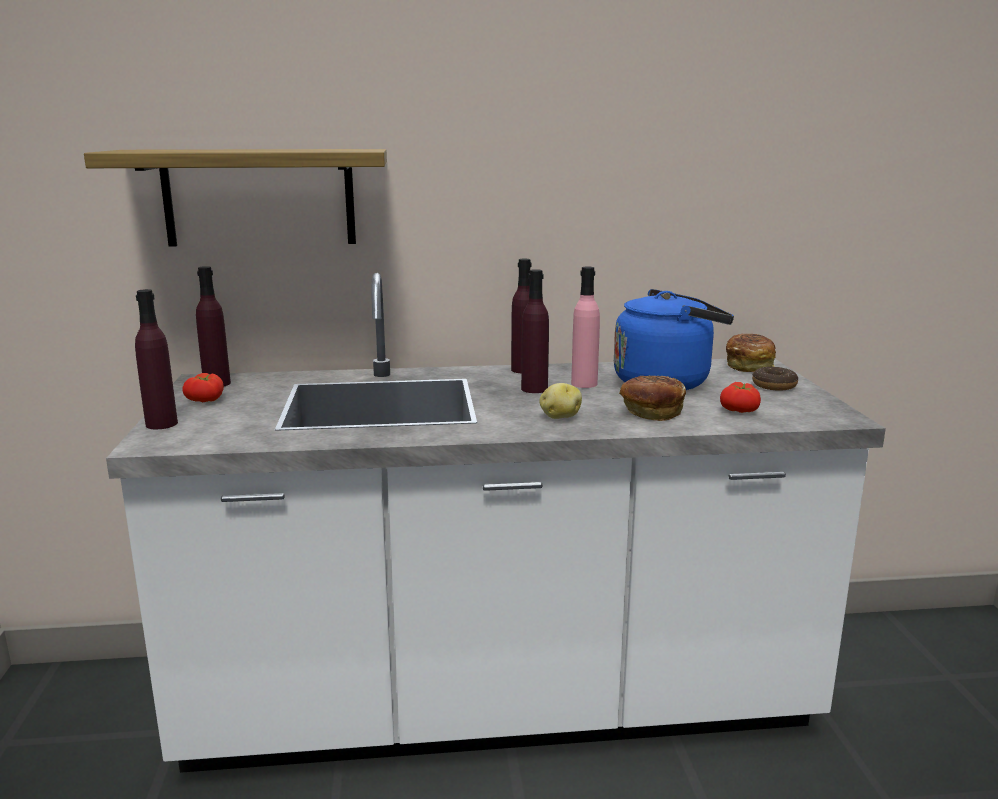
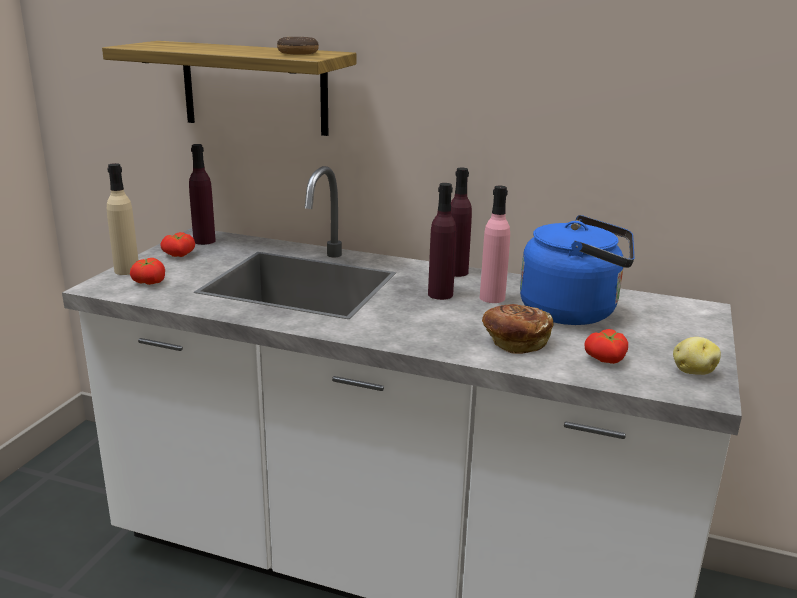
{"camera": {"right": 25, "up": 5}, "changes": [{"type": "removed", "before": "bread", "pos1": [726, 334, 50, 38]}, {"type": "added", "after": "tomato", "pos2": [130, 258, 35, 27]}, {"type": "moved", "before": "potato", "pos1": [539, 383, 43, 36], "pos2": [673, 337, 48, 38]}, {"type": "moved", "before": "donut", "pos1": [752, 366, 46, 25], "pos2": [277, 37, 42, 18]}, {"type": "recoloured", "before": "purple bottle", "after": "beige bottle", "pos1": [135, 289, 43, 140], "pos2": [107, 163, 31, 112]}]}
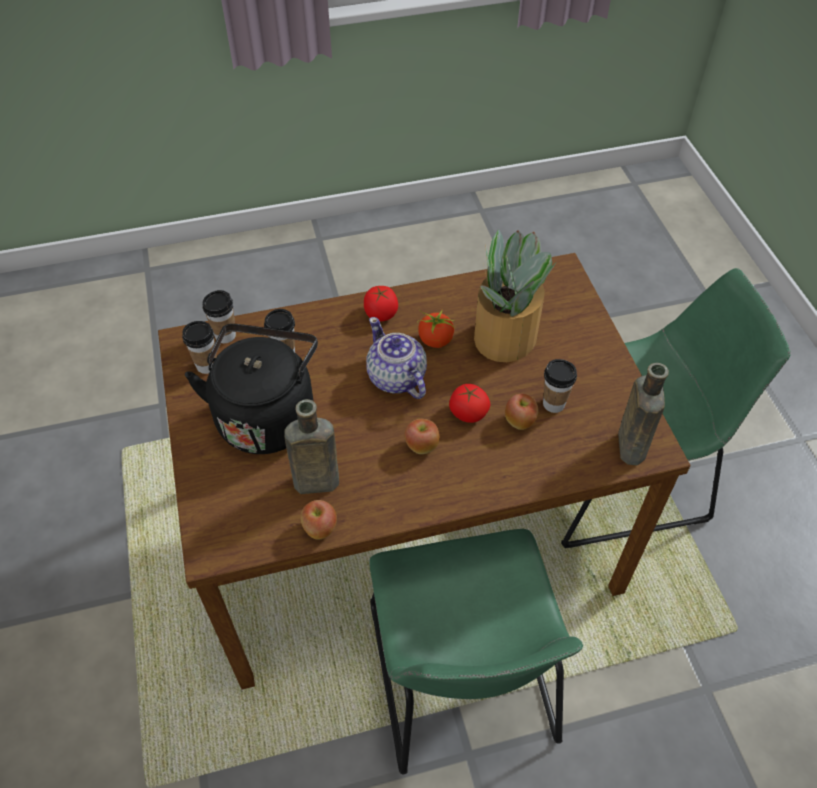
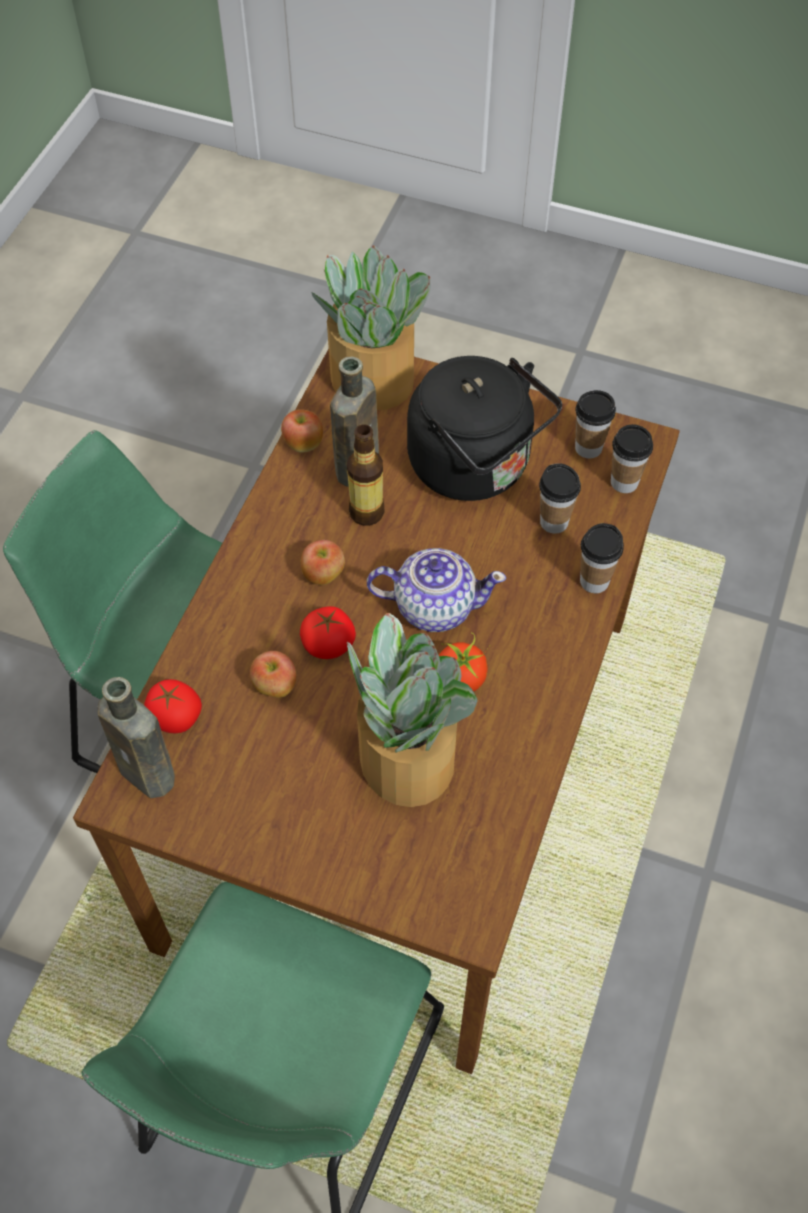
{"camera": {"right": 125, "up": 5}, "changes": [{"type": "added", "after": "potted plant", "pos2": [311, 245, 120, 165]}, {"type": "added", "after": "bottle", "pos2": [347, 424, 38, 102]}, {"type": "moved", "before": "tomato", "pos1": [364, 286, 34, 36], "pos2": [144, 679, 58, 54]}, {"type": "moved", "before": "cup", "pos1": [543, 359, 34, 54], "pos2": [580, 523, 44, 70]}]}
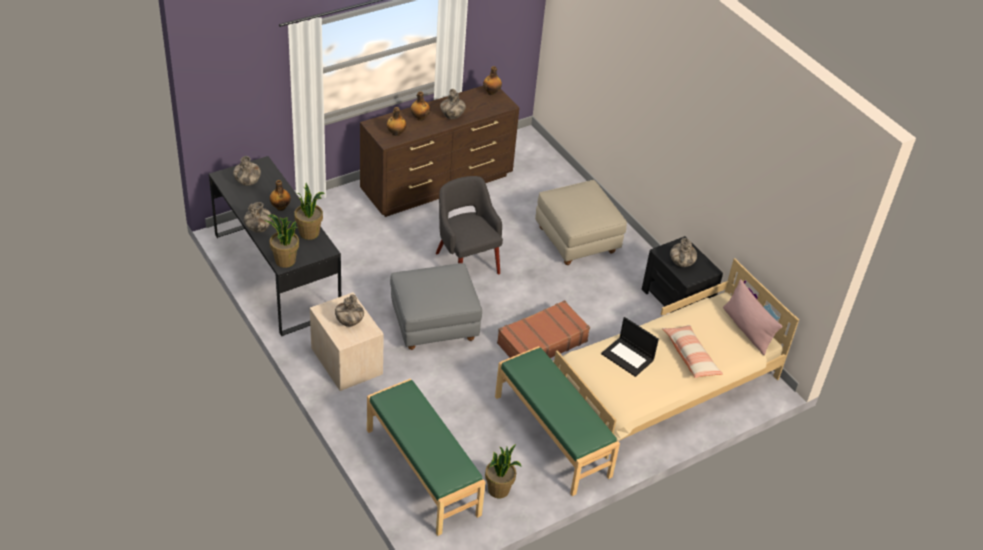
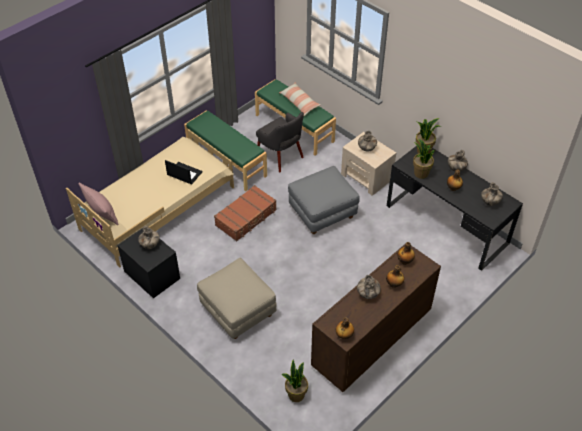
{"camera": {"right": 170, "up": 5}, "changes": [{"type": "moved", "before": "grey armchair", "pos1": [436, 176, 67, 98], "pos2": [256, 112, 48, 60]}, {"type": "moved", "before": "potted plant", "pos1": [485, 444, 36, 55], "pos2": [281, 359, 27, 43]}, {"type": "moved", "before": "pillow", "pos1": [662, 325, 61, 53], "pos2": [279, 82, 42, 34]}]}
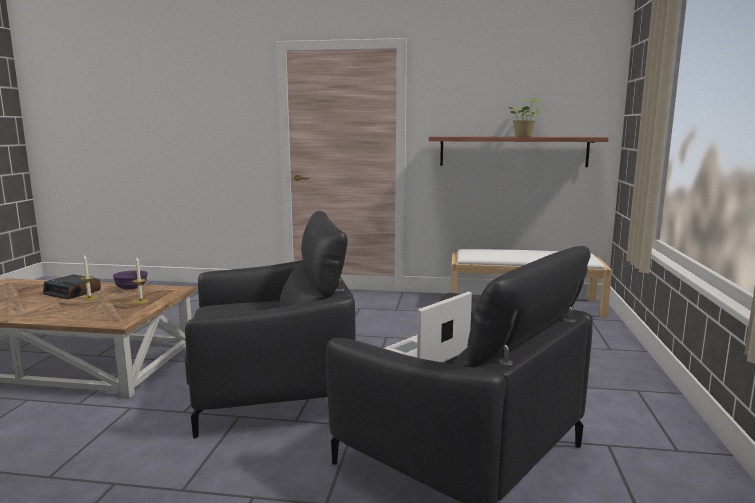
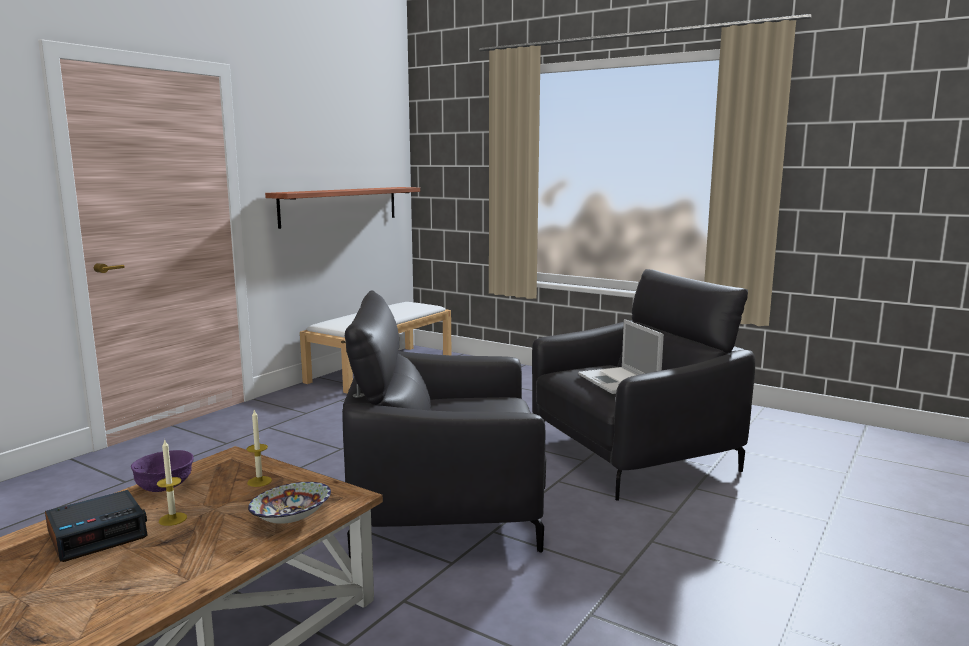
{"camera": {"right": -65, "up": 0}, "changes": [{"type": "removed", "before": "potted plant", "pos1": [509, 98, 32, 39]}, {"type": "added", "after": "bowl", "pos2": [248, 482, 83, 42]}, {"type": "turned", "before": "black armchair", "pos1": [185, 211, 170, 228], "pos2": [342, 291, 204, 268], "turn": -105}]}
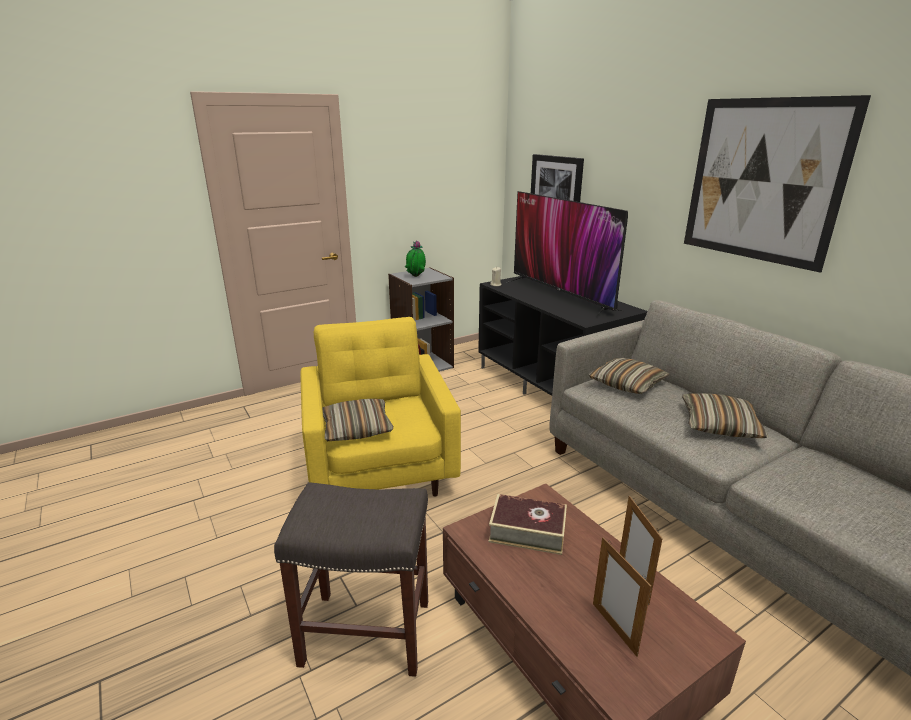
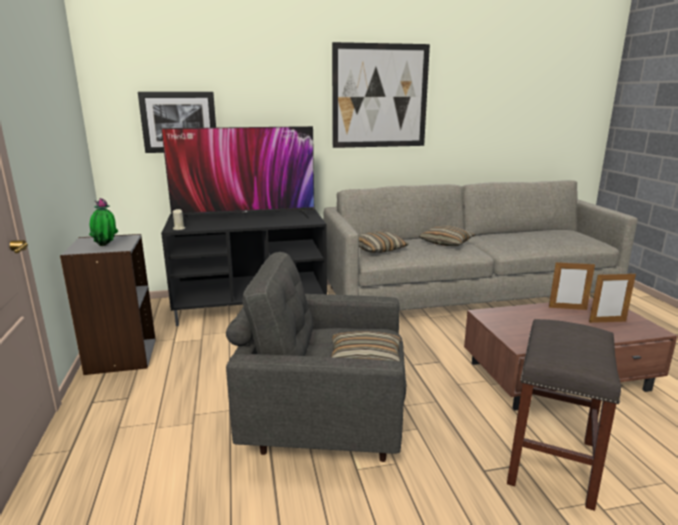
{"camera": {"right": -70, "up": -5}, "changes": [{"type": "removed", "before": "book", "pos1": [489, 494, 78, 61]}, {"type": "recoloured", "before": "yellow armchair", "after": "grey armchair", "pos1": [300, 317, 161, 180], "pos2": [226, 252, 180, 210]}]}
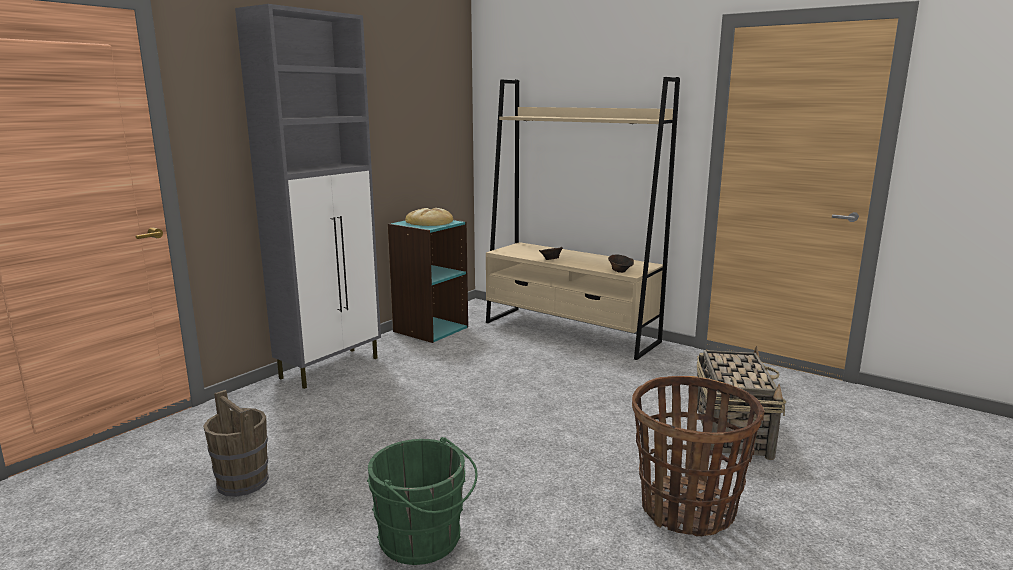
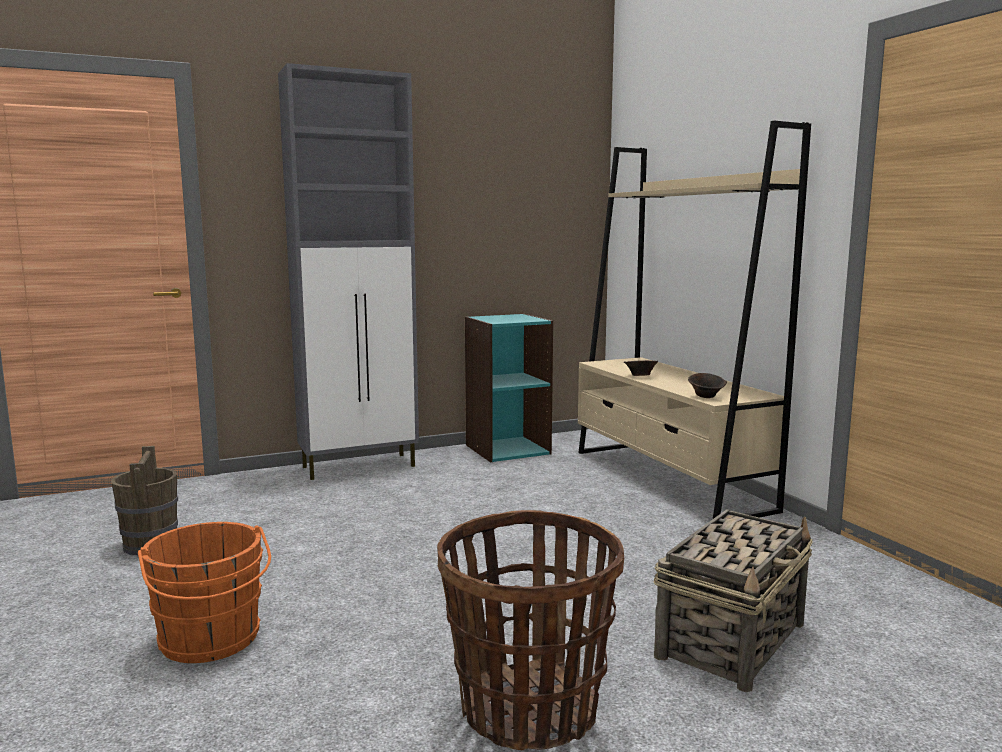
{"camera": {"right": 30, "up": -5}, "changes": [{"type": "removed", "before": "bread", "pos1": [405, 208, 48, 18]}, {"type": "recoloured", "before": "green bucket", "after": "orange bucket", "pos1": [367, 437, 111, 128], "pos2": [138, 522, 133, 141]}]}
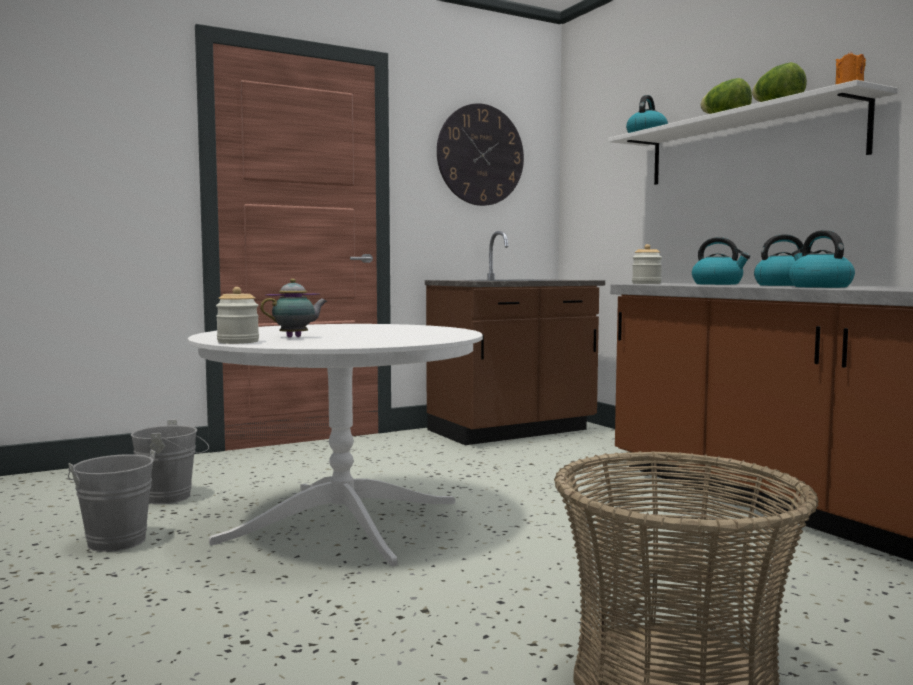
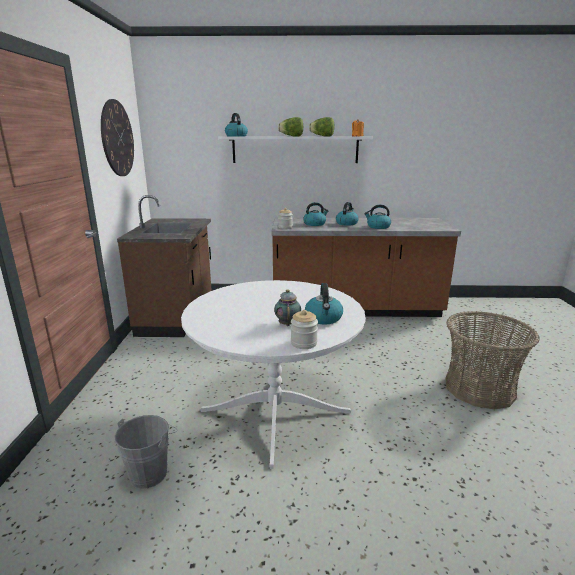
{"camera": {"right": -60, "up": 15}, "changes": [{"type": "removed", "before": "grey bucket", "pos1": [68, 449, 87, 103]}, {"type": "added", "after": "kettle", "pos2": [305, 283, 38, 41]}]}
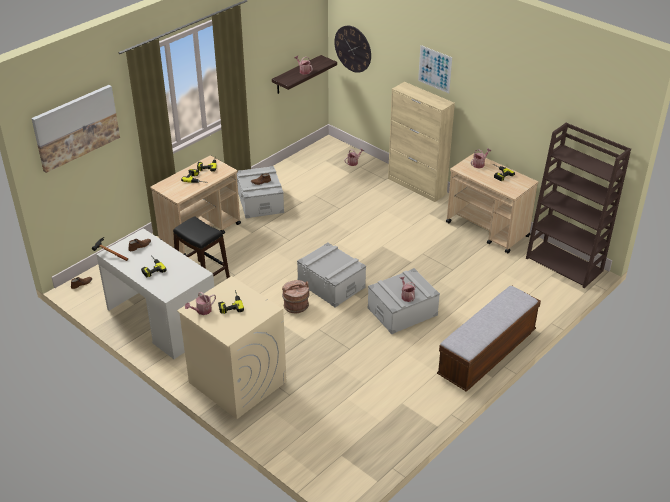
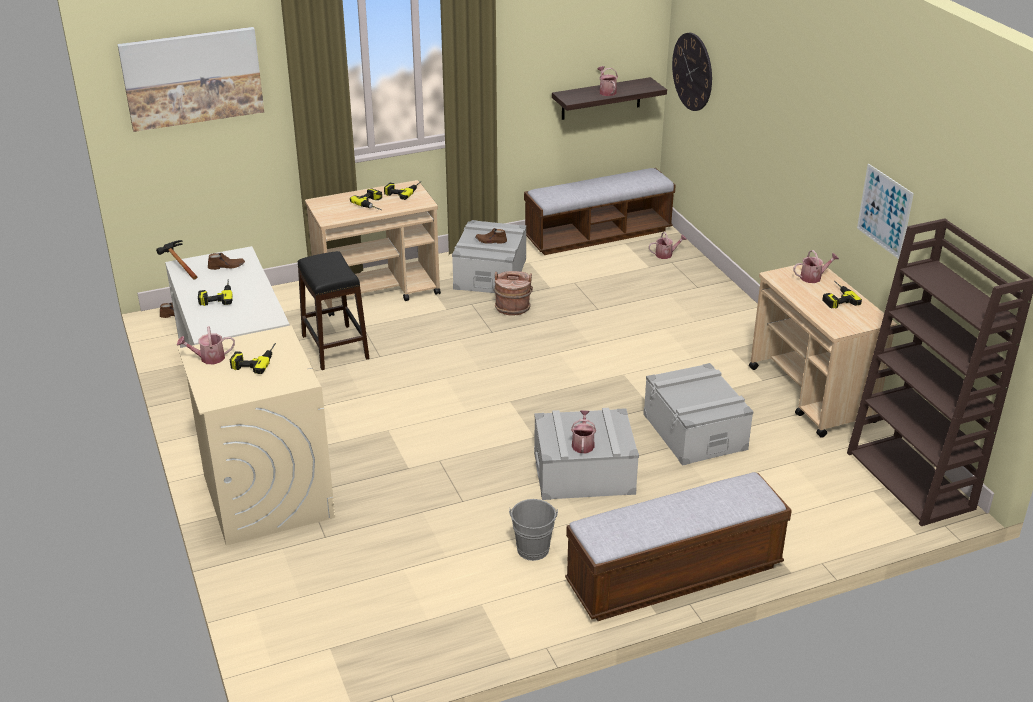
{"camera": {"right": 25, "up": -5}, "changes": [{"type": "removed", "before": "beige cabinet", "pos1": [388, 82, 67, 120]}, {"type": "added", "after": "grey bucket", "pos2": [509, 499, 49, 62]}, {"type": "added", "after": "bench", "pos2": [524, 168, 152, 87]}, {"type": "moved", "before": "brown bucket", "pos1": [282, 280, 27, 34], "pos2": [494, 271, 39, 45]}, {"type": "moved", "before": "grey storage box", "pos1": [297, 242, 69, 66], "pos2": [643, 363, 111, 103]}, {"type": "moved", "before": "picture", "pos1": [418, 45, 34, 48], "pos2": [857, 164, 57, 95]}]}
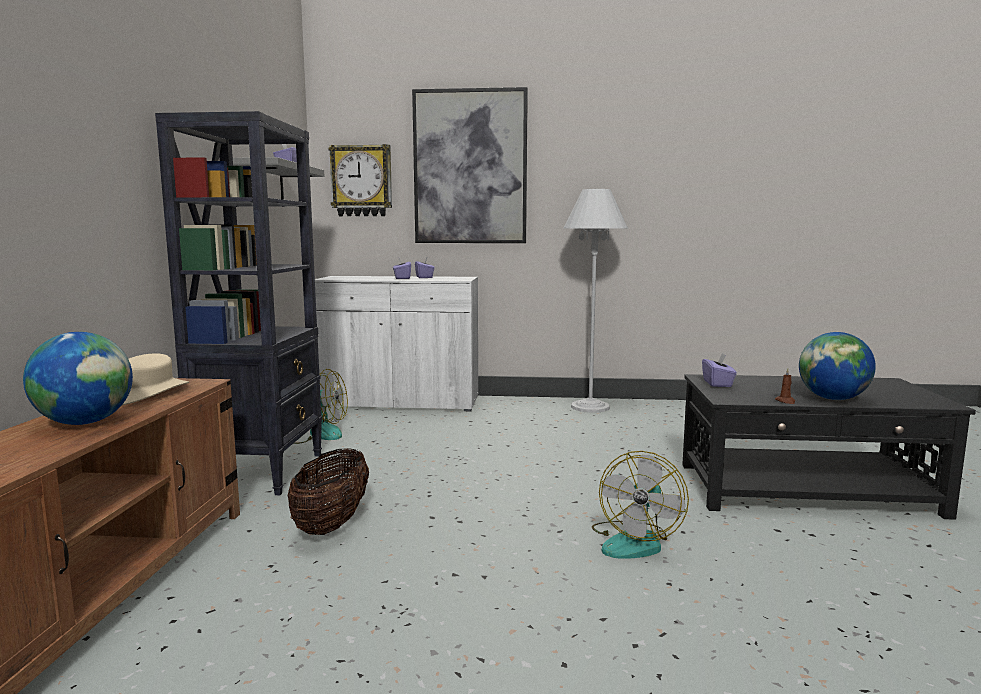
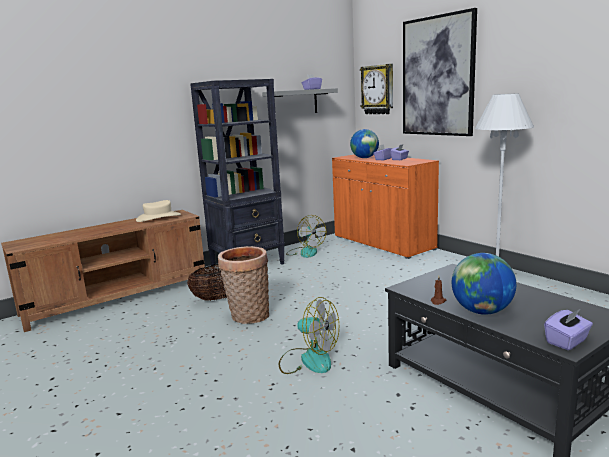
{"camera": {"right": 50, "up": 5}, "changes": [{"type": "added", "after": "basket", "pos2": [218, 246, 51, 78]}, {"type": "moved", "before": "globe", "pos1": [23, 332, 110, 93], "pos2": [350, 129, 29, 29]}, {"type": "moved", "before": "purple tissue box", "pos1": [702, 352, 35, 35], "pos2": [544, 309, 49, 41]}, {"type": "recoloured", "before": "white cabinet", "after": "orange cabinet", "pos1": [315, 276, 163, 135], "pos2": [332, 154, 107, 105]}, {"type": "turned", "before": "fan", "pos1": [592, 451, 97, 108], "pos2": [279, 297, 60, 77], "turn": -135}]}
